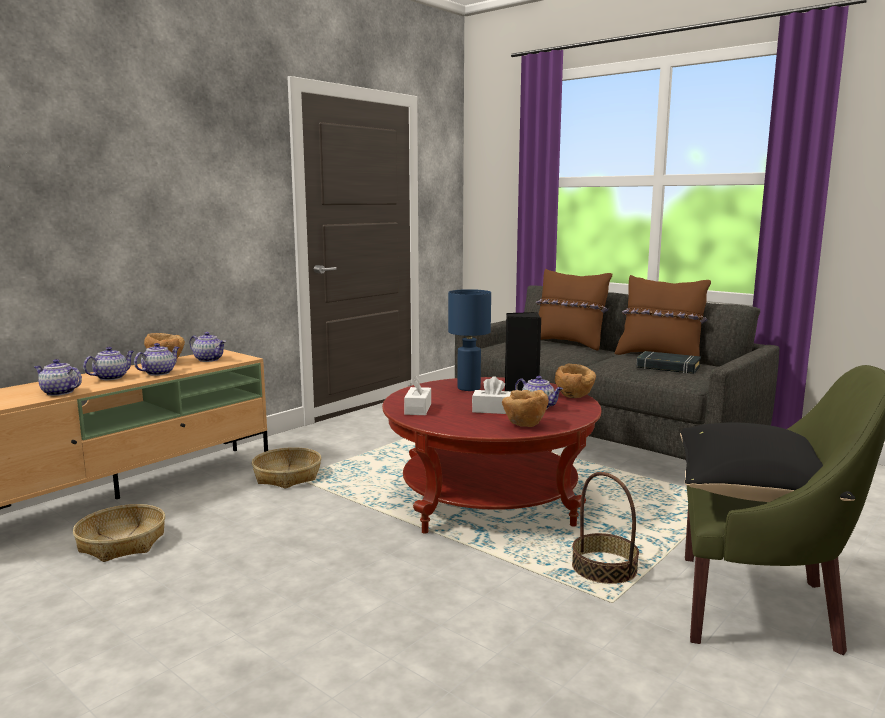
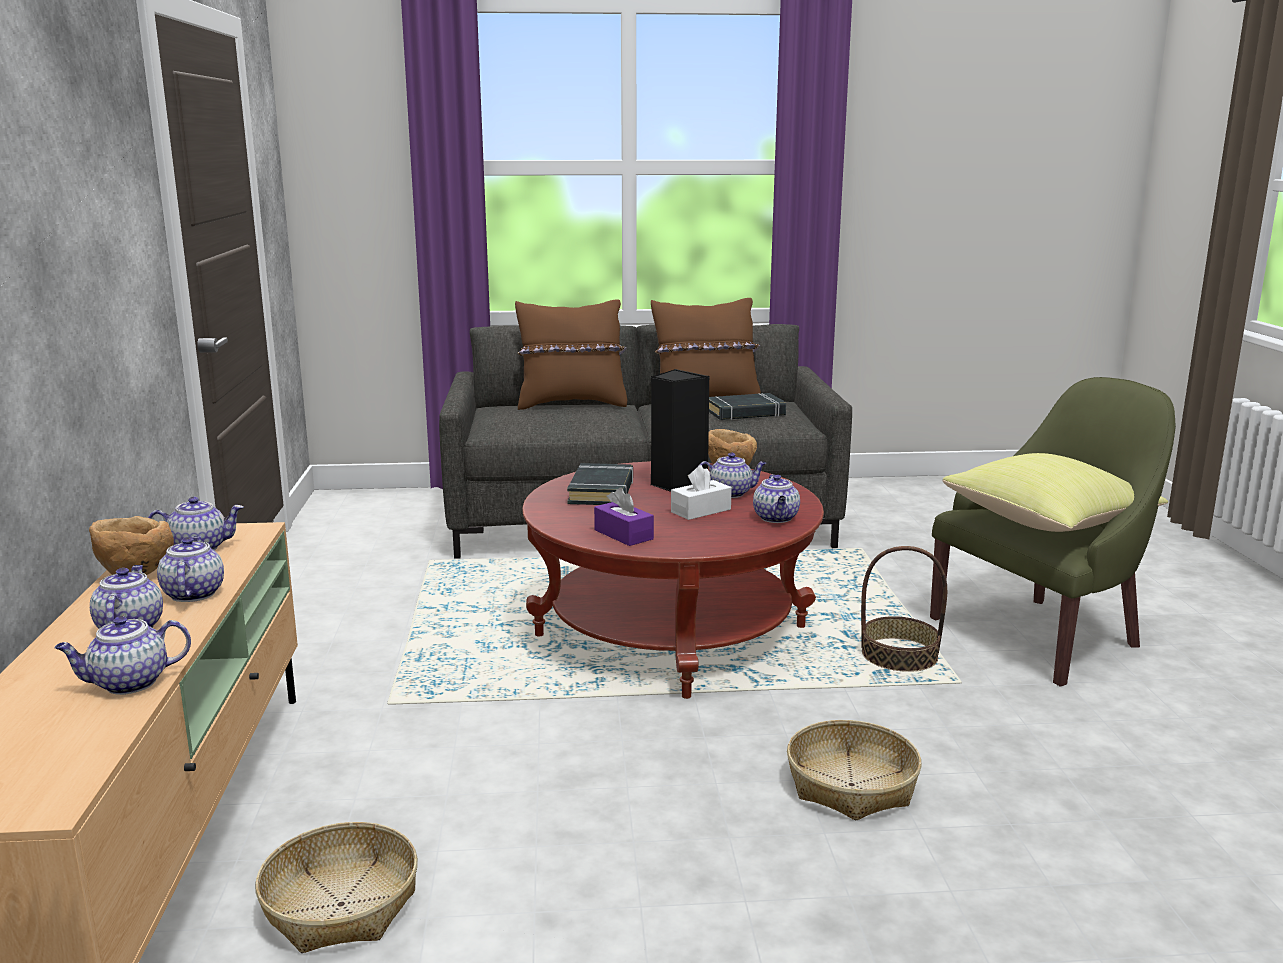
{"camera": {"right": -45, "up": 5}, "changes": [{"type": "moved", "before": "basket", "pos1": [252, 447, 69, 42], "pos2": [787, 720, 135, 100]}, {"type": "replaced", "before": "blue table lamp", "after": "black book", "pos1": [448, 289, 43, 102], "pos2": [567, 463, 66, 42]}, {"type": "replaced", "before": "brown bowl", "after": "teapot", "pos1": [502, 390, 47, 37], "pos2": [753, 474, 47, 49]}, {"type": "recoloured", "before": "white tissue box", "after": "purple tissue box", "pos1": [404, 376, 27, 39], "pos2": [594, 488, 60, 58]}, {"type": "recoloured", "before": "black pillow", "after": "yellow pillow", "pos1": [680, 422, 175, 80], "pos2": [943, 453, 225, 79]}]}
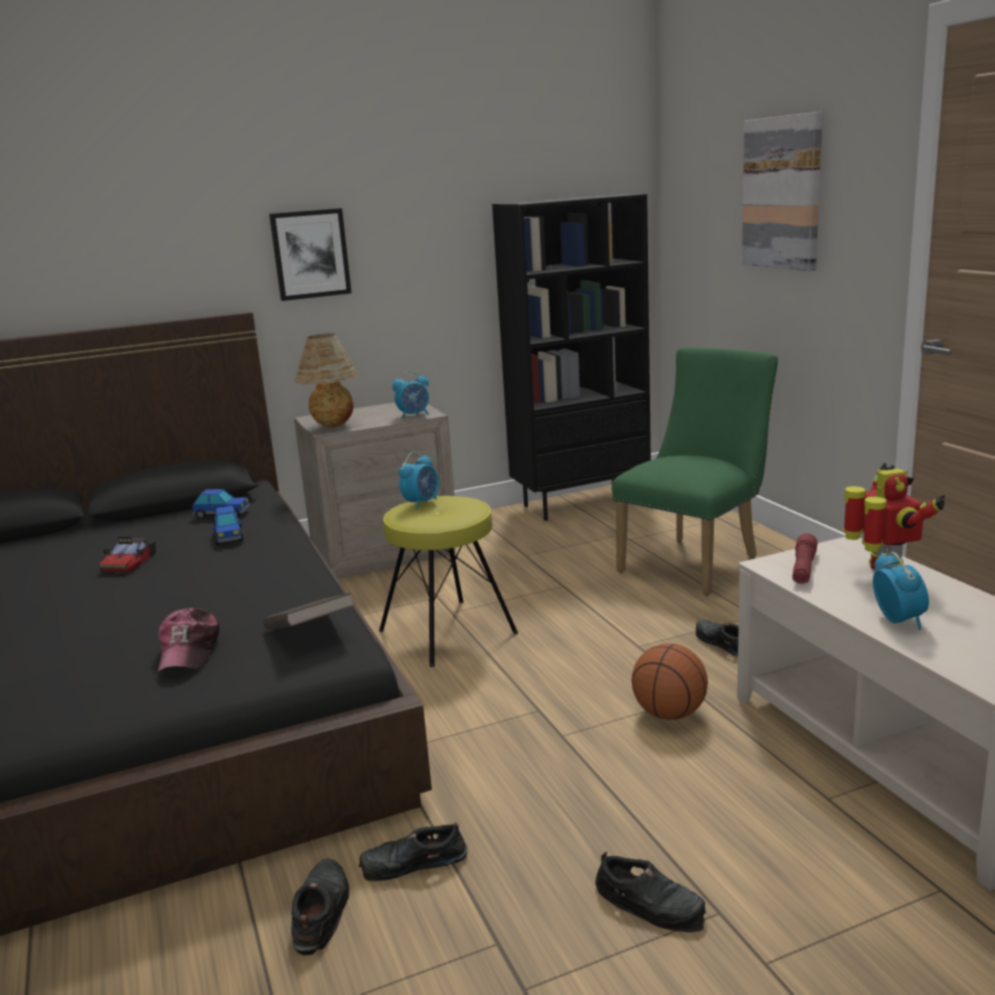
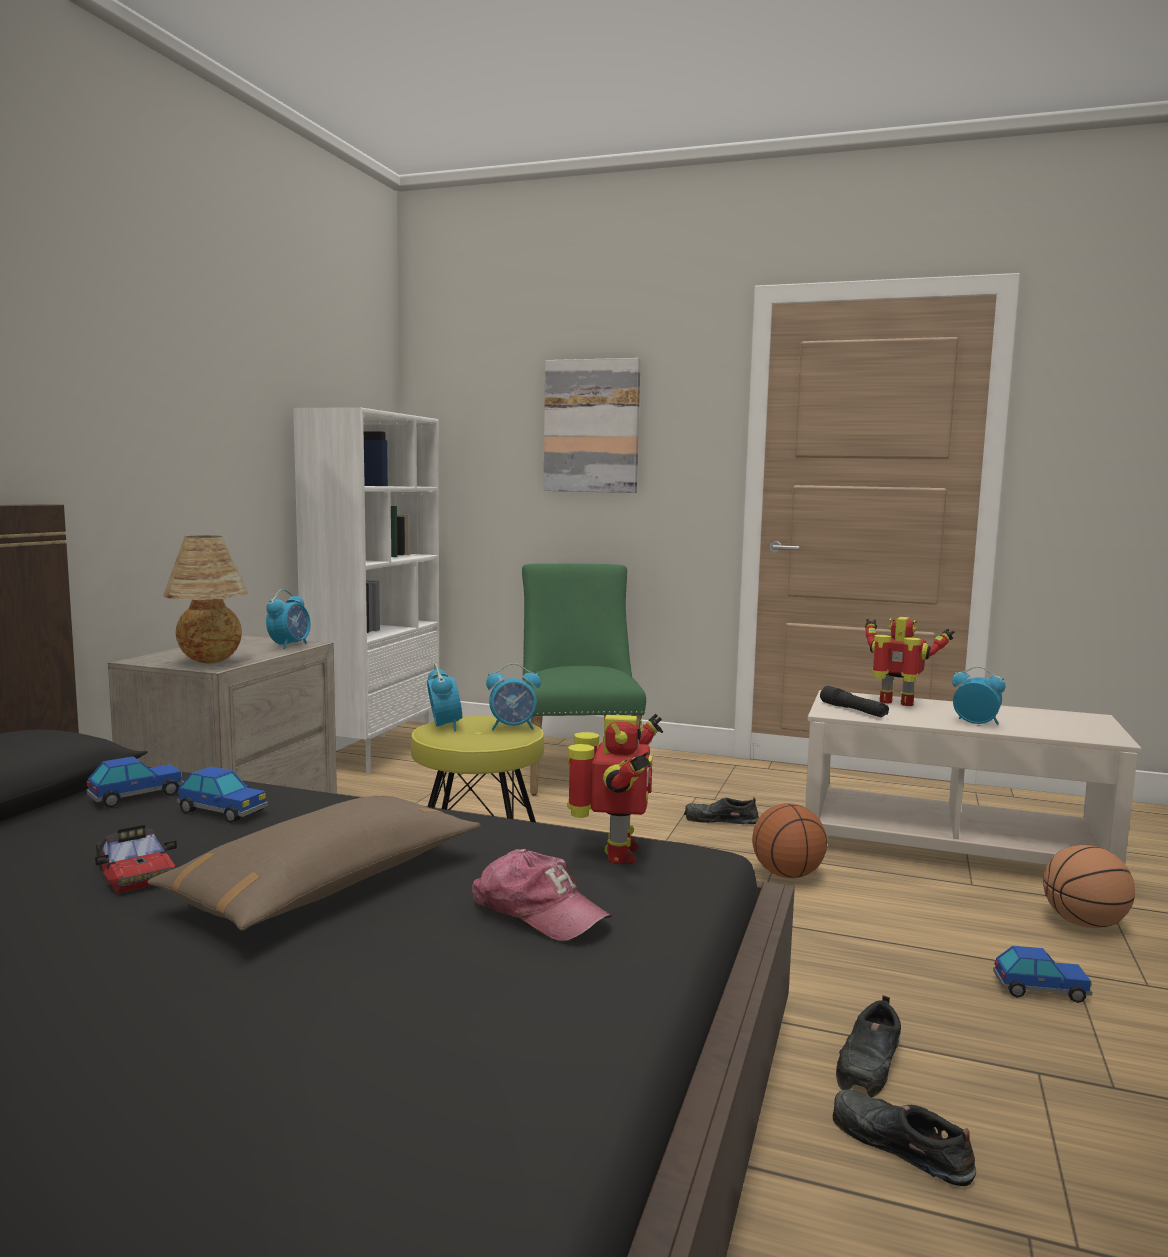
{"camera": {"right": -50, "up": -10}, "changes": [{"type": "removed", "before": "picture", "pos1": [269, 208, 83, 93]}, {"type": "added", "after": "brown pillow", "pos2": [147, 795, 333, 136]}, {"type": "added", "after": "alarm clock", "pos2": [486, 663, 55, 67]}, {"type": "added", "after": "basketball", "pos2": [1043, 845, 92, 83]}, {"type": "replaced", "before": "brown book", "after": "toy robot", "pos1": [263, 593, 92, 37], "pos2": [567, 713, 96, 151]}, {"type": "replaced", "before": "black shoe", "after": "toy car", "pos1": [595, 851, 111, 81], "pos2": [993, 946, 99, 57]}, {"type": "recoloured", "before": "black bookcase", "after": "white bookcase", "pos1": [492, 194, 159, 327], "pos2": [293, 407, 146, 367]}, {"type": "recoloured", "before": "red flashlight", "after": "black flashlight", "pos1": [792, 533, 25, 51], "pos2": [820, 686, 69, 31]}]}
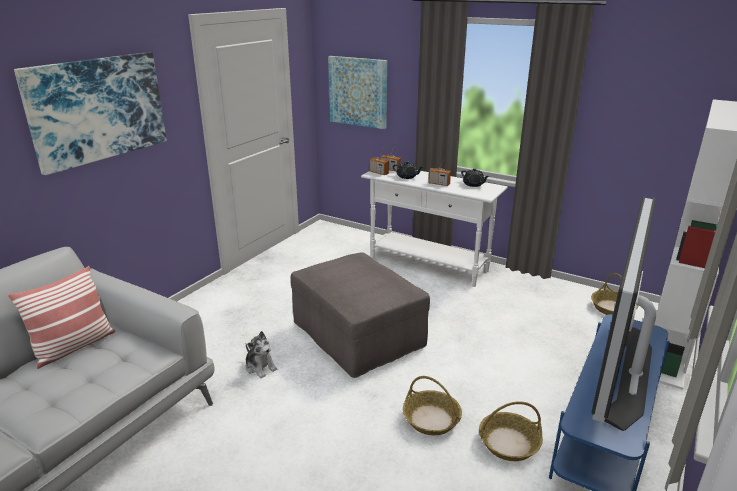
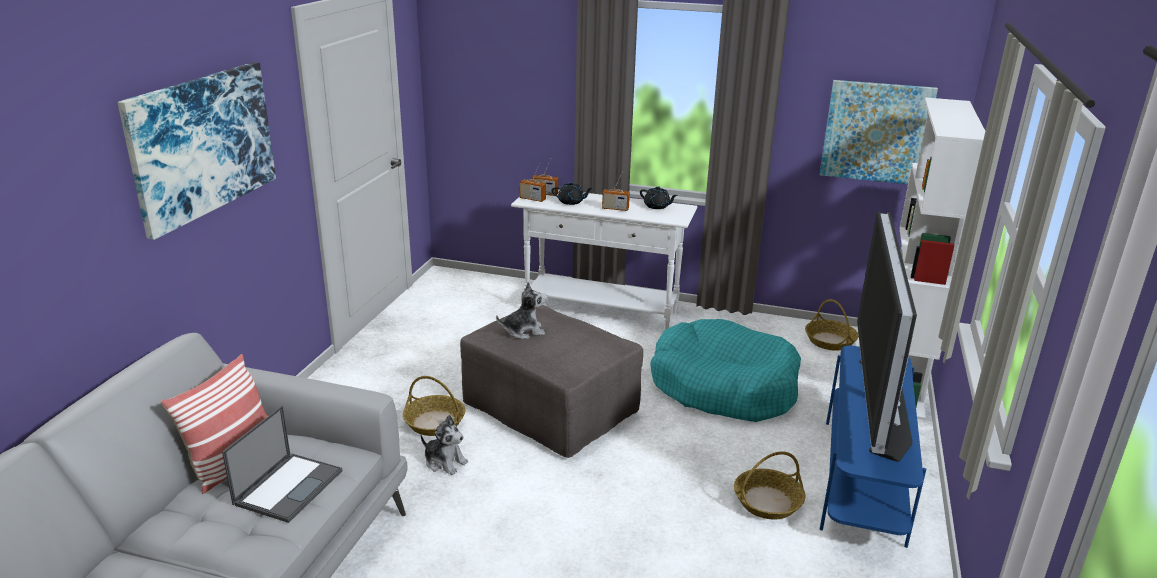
{"camera": {"right": -15, "up": 0}, "changes": [{"type": "added", "after": "laptop", "pos2": [222, 406, 120, 117]}, {"type": "added", "after": "plush toy", "pos2": [496, 281, 52, 58]}, {"type": "added", "after": "turquoise dog bed", "pos2": [650, 319, 151, 103]}, {"type": "moved", "before": "picture", "pos1": [328, 56, 59, 73], "pos2": [820, 80, 118, 104]}, {"type": "moved", "before": "basket", "pos1": [403, 376, 59, 59], "pos2": [403, 376, 63, 60]}]}
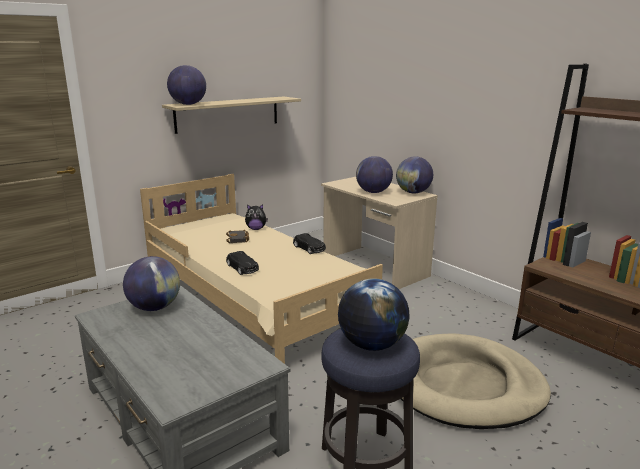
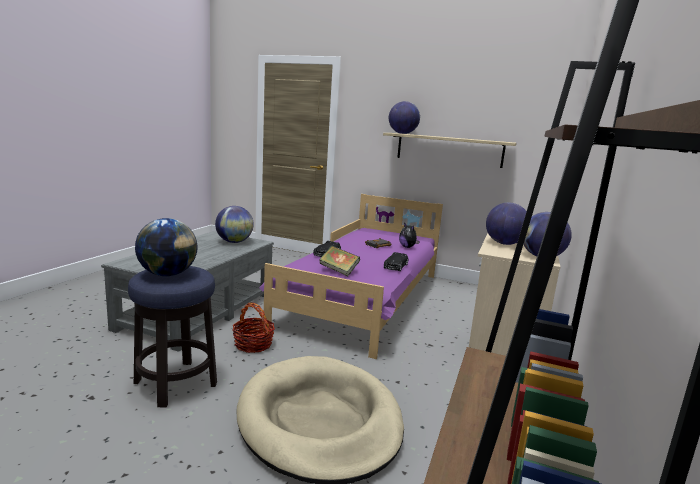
{"camera": {"right": 60, "up": -5}, "changes": [{"type": "added", "after": "basket", "pos2": [232, 303, 43, 50]}, {"type": "added", "after": "book", "pos2": [319, 246, 41, 30]}, {"type": "recoloured", "before": "beige bed", "after": "purple bed", "pos1": [140, 174, 243, 190], "pos2": [259, 194, 184, 165]}]}
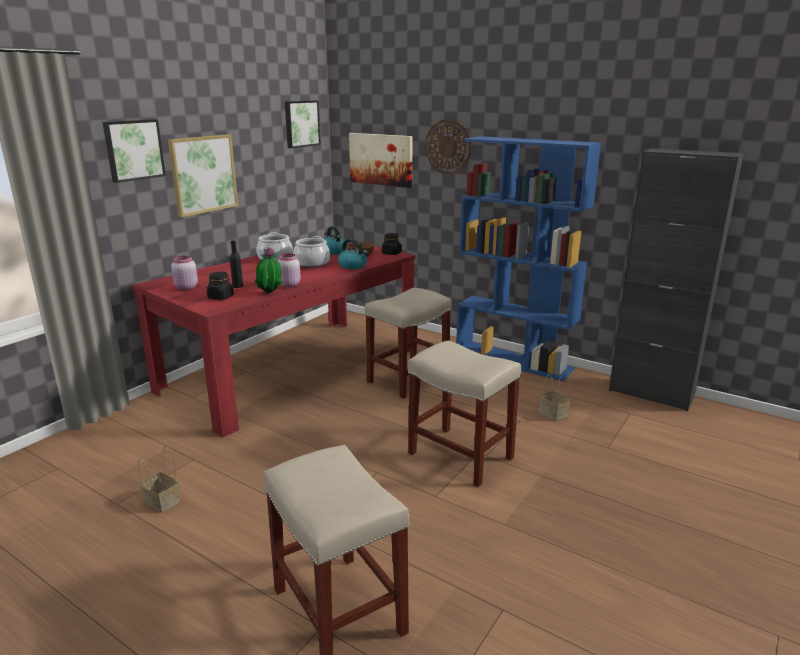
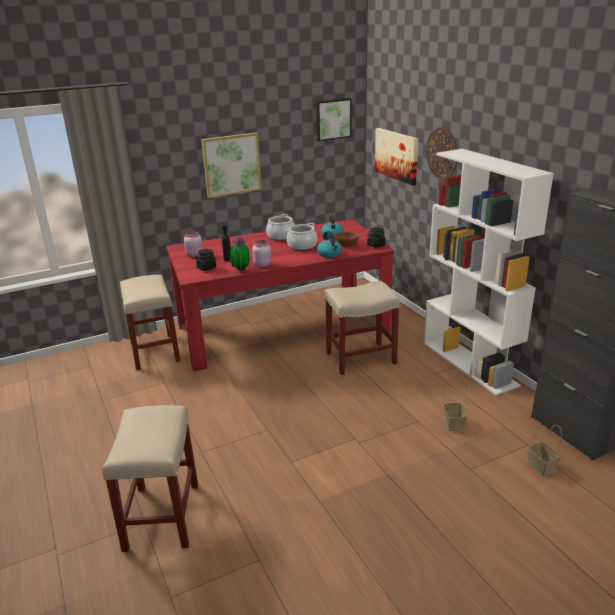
{"camera": {"right": 30, "up": 5}, "changes": [{"type": "removed", "before": "picture", "pos1": [102, 119, 64, 64]}, {"type": "moved", "before": "basket", "pos1": [138, 445, 42, 68], "pos2": [527, 424, 35, 52]}, {"type": "moved", "before": "beige stool", "pos1": [408, 340, 113, 147], "pos2": [120, 275, 60, 95]}, {"type": "recoloured", "before": "blue bookcase", "after": "white bookcase", "pos1": [456, 136, 145, 245], "pos2": [424, 149, 130, 247]}]}
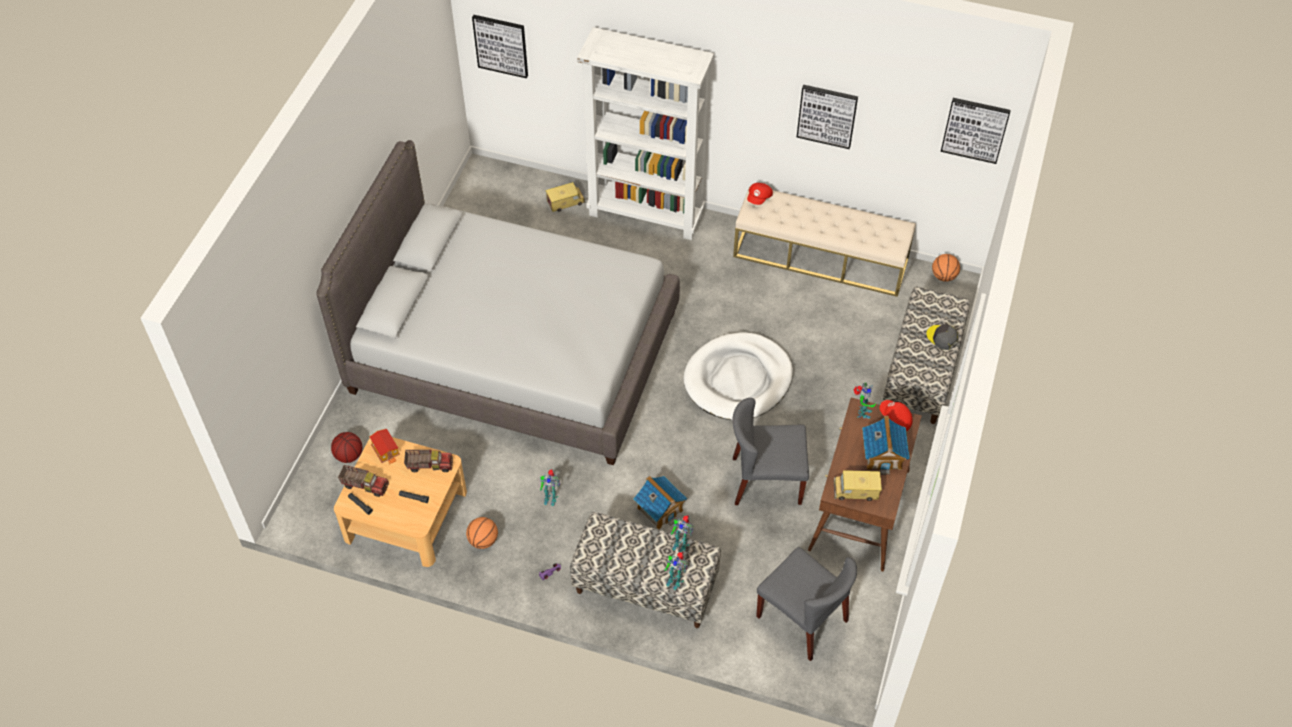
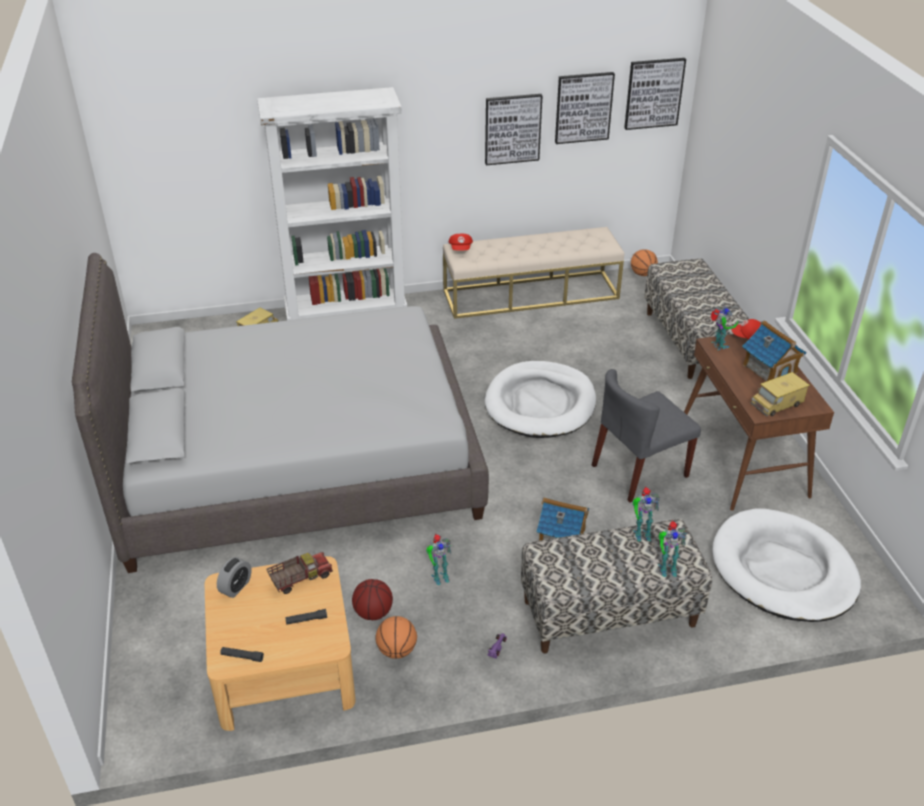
{"camera": {"right": -30, "up": -15}, "changes": [{"type": "removed", "before": "toy truck", "pos1": [338, 465, 51, 32]}, {"type": "removed", "before": "grey cap", "pos1": [926, 324, 33, 26]}, {"type": "moved", "before": "basketball", "pos1": [331, 432, 31, 31], "pos2": [352, 579, 41, 41]}, {"type": "moved", "before": "picture", "pos1": [472, 15, 56, 63], "pos2": [555, 72, 60, 72]}, {"type": "replaced", "before": "toy house", "after": "alarm clock", "pos1": [370, 429, 30, 35], "pos2": [217, 557, 35, 41]}, {"type": "replaced", "before": "grey chair", "after": "white dog bed", "pos1": [756, 547, 101, 114], "pos2": [712, 508, 149, 114]}]}
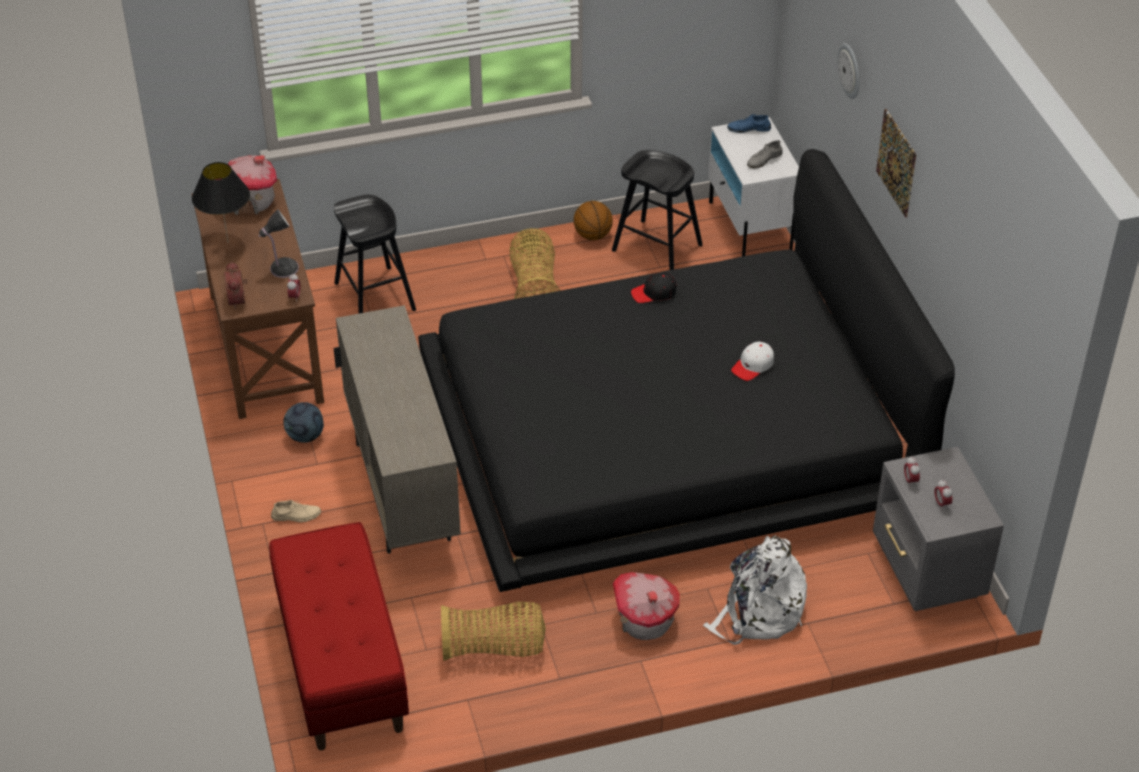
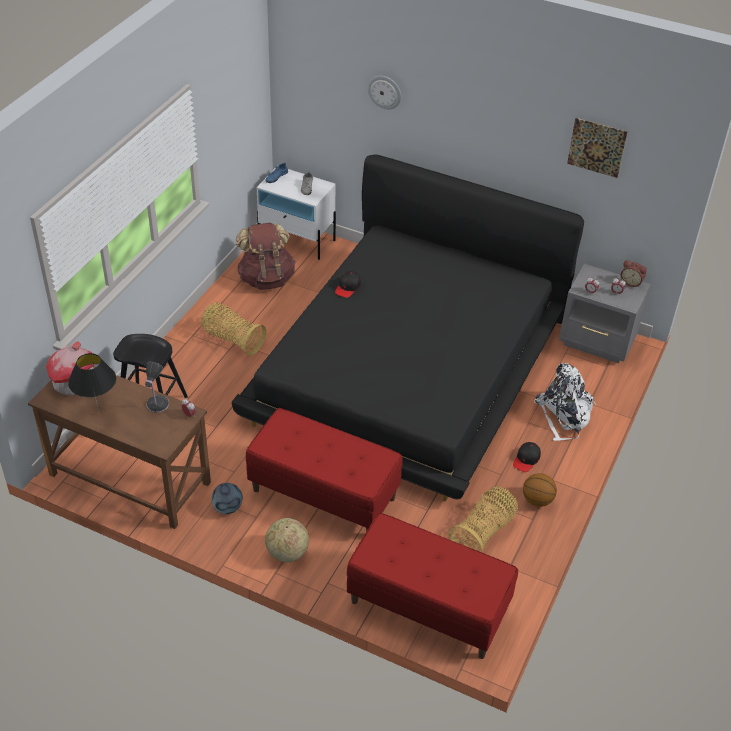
{"camera": {"right": -50, "up": 0}, "changes": [{"type": "removed", "before": "white cap", "pos1": [731, 341, 43, 40]}, {"type": "moved", "before": "alarm clock", "pos1": [224, 262, 23, 47], "pos2": [621, 260, 26, 27]}, {"type": "moved", "before": "basketball", "pos1": [574, 201, 39, 39], "pos2": [523, 473, 34, 34]}, {"type": "moved", "before": "picture", "pos1": [876, 109, 40, 109], "pos2": [567, 118, 61, 60]}, {"type": "replaced", "before": "beige shoe", "after": "globe", "pos1": [271, 500, 50, 22], "pos2": [265, 518, 44, 44]}, {"type": "replaced", "before": "beige cabinet", "after": "red bench", "pos1": [334, 305, 127, 249], "pos2": [246, 408, 157, 123]}, {"type": "replaced", "before": "black stool", "after": "brown backpack", "pos1": [612, 150, 91, 120], "pos2": [236, 223, 60, 67]}, {"type": "replaced", "before": "toy house", "after": "black cap", "pos1": [612, 572, 68, 68], "pos2": [513, 442, 28, 30]}]}
